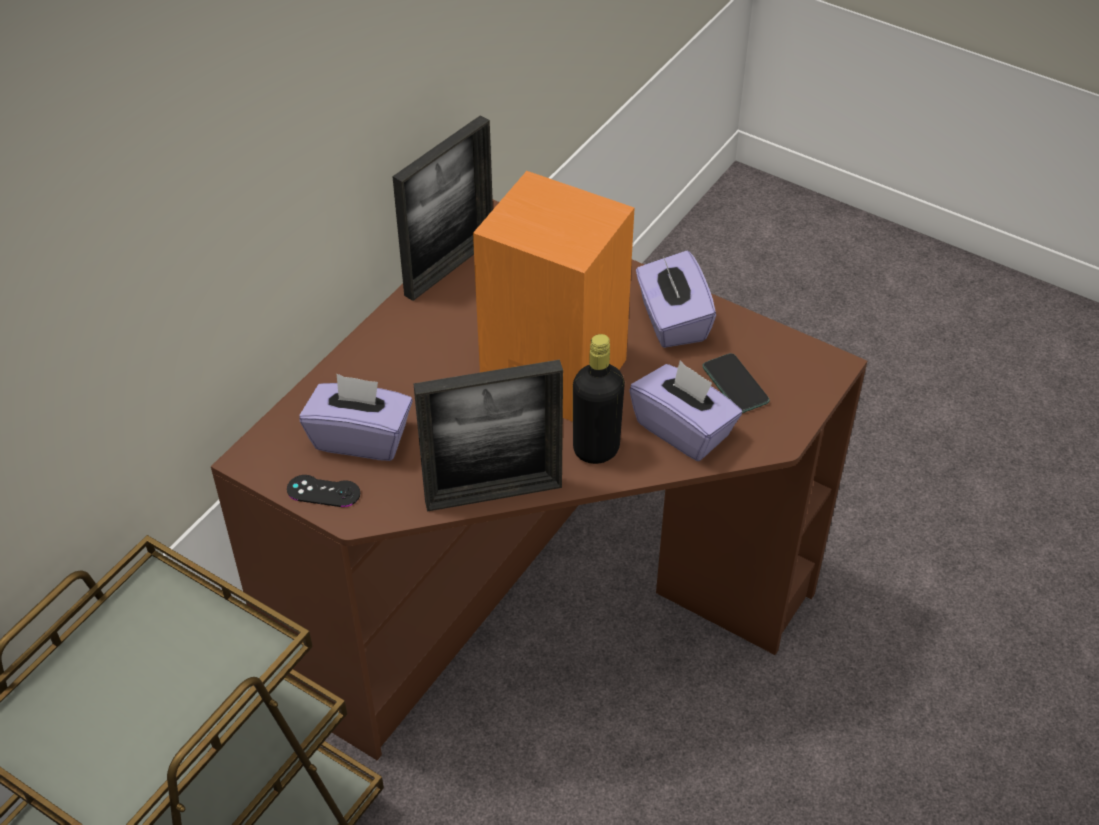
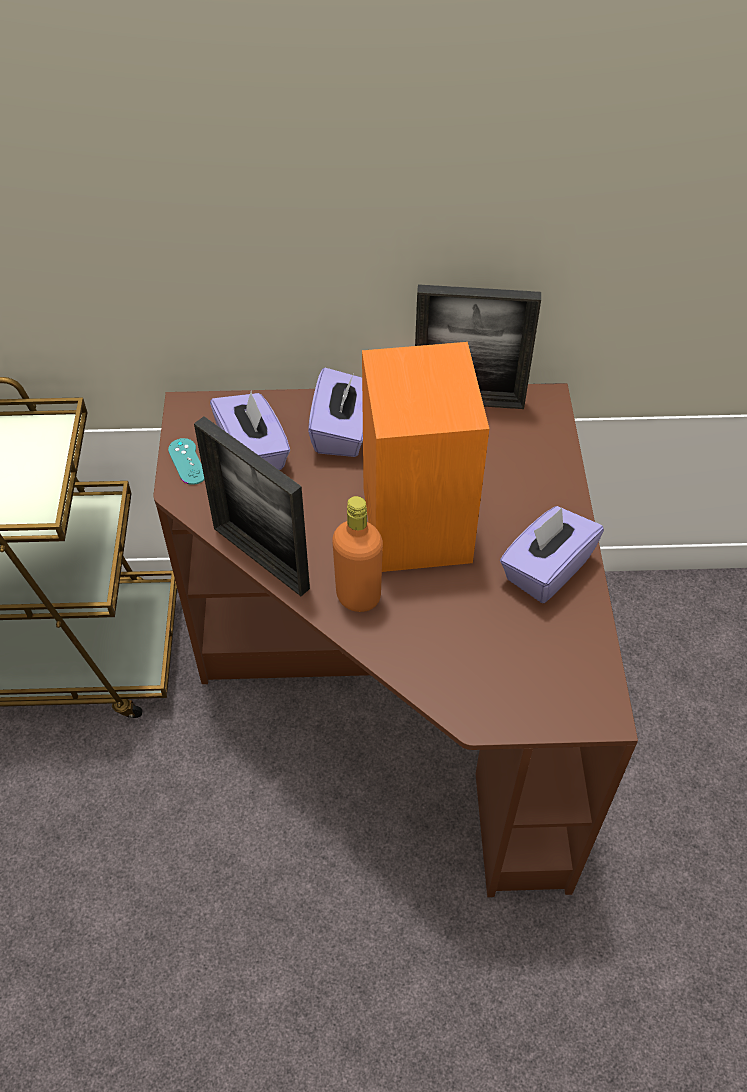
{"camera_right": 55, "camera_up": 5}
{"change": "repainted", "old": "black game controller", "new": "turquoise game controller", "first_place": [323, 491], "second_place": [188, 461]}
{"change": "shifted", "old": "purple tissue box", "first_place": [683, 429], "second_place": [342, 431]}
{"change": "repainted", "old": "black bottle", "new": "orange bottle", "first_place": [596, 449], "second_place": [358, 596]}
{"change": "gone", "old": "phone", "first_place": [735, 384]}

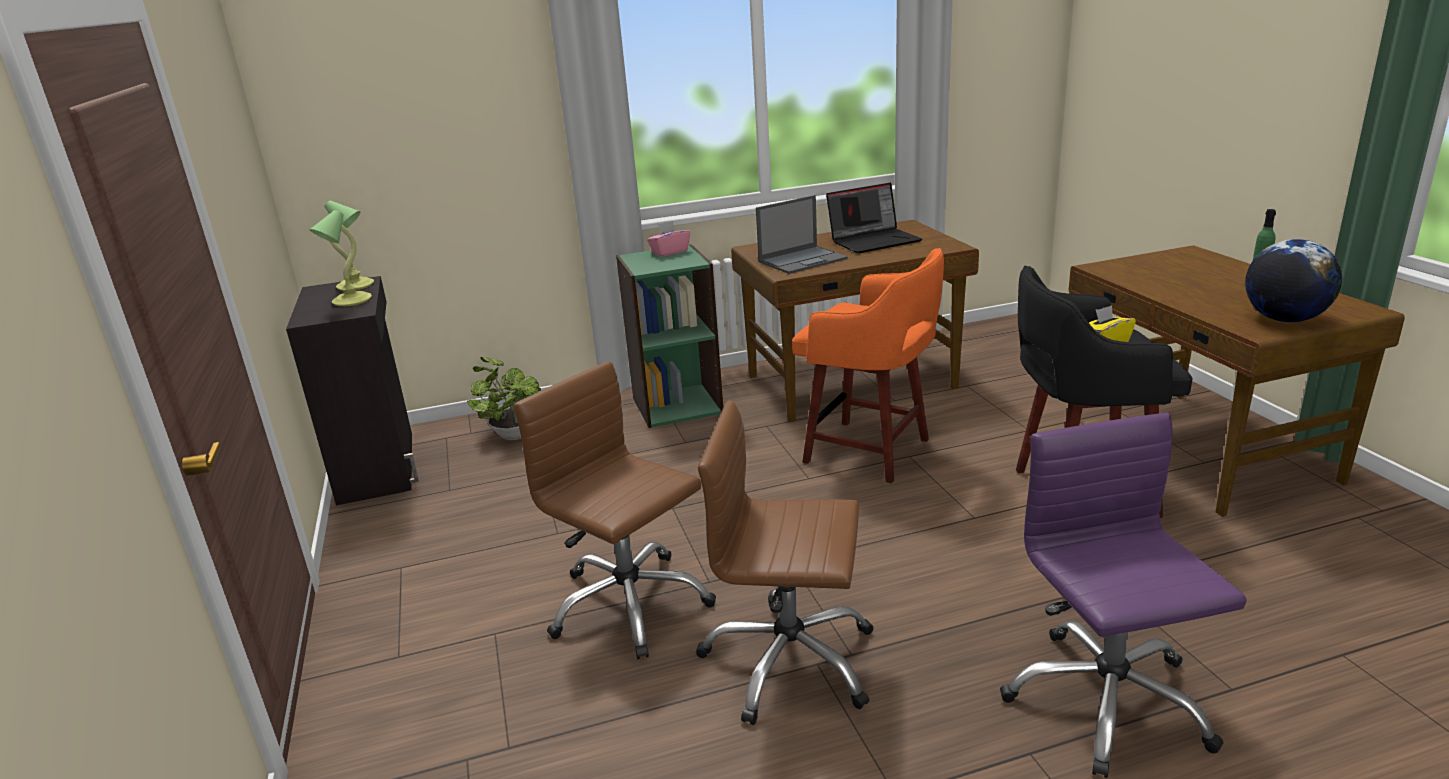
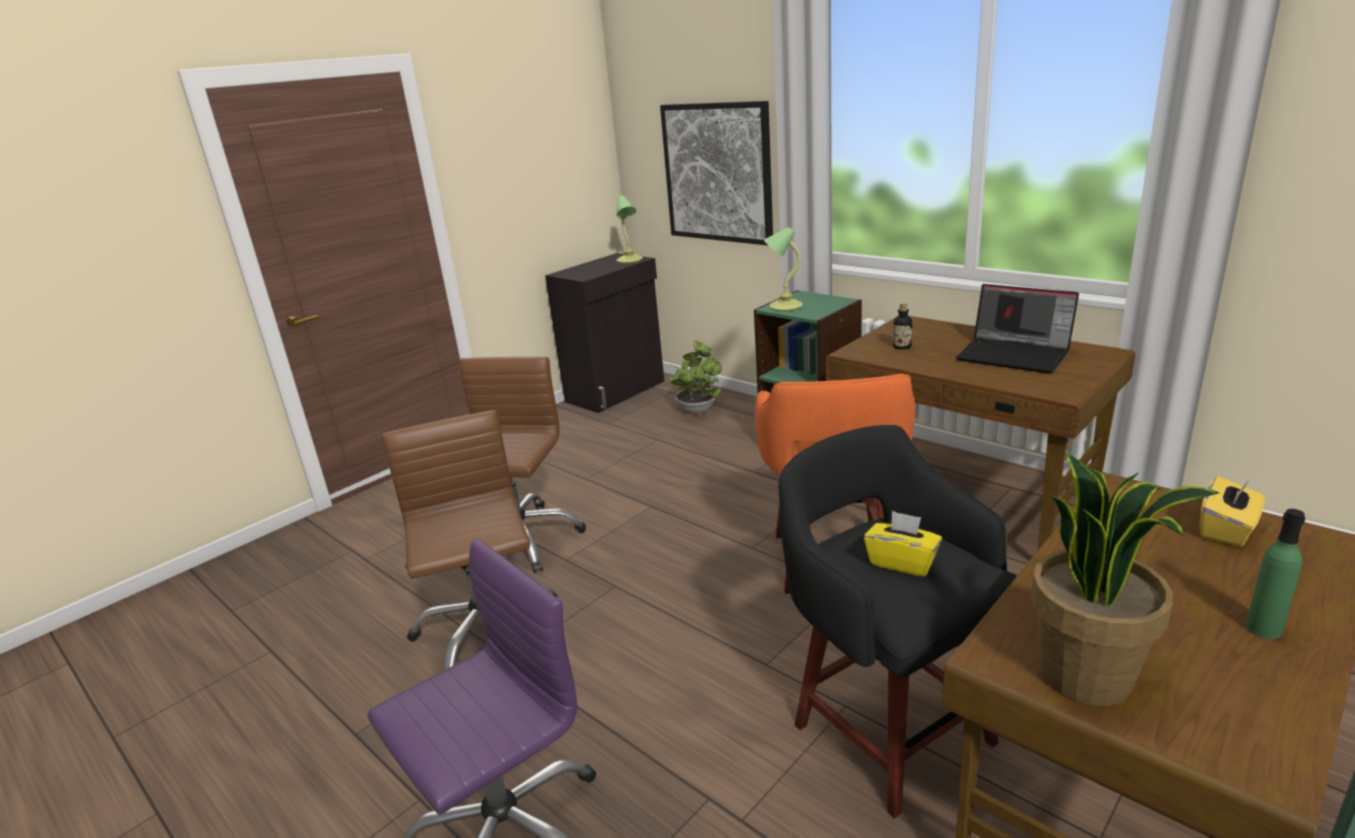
{"camera_right": 60, "camera_up": 0}
{"change": "new", "new": "picture", "second_place": [717, 173]}
{"change": "shifted", "old": "table lamp", "first_place": [350, 301], "second_place": [784, 306]}
{"change": "swapped", "old": "laptop", "new": "bottle", "first_place": [803, 260], "second_place": [902, 347]}
{"change": "swapped", "old": "globe", "new": "potted plant", "first_place": [1284, 319], "second_place": [1087, 675]}
{"change": "new", "new": "yellow tissue box", "second_place": [1227, 530]}
{"change": "gone", "old": "pink tissue box", "first_place": [669, 252]}

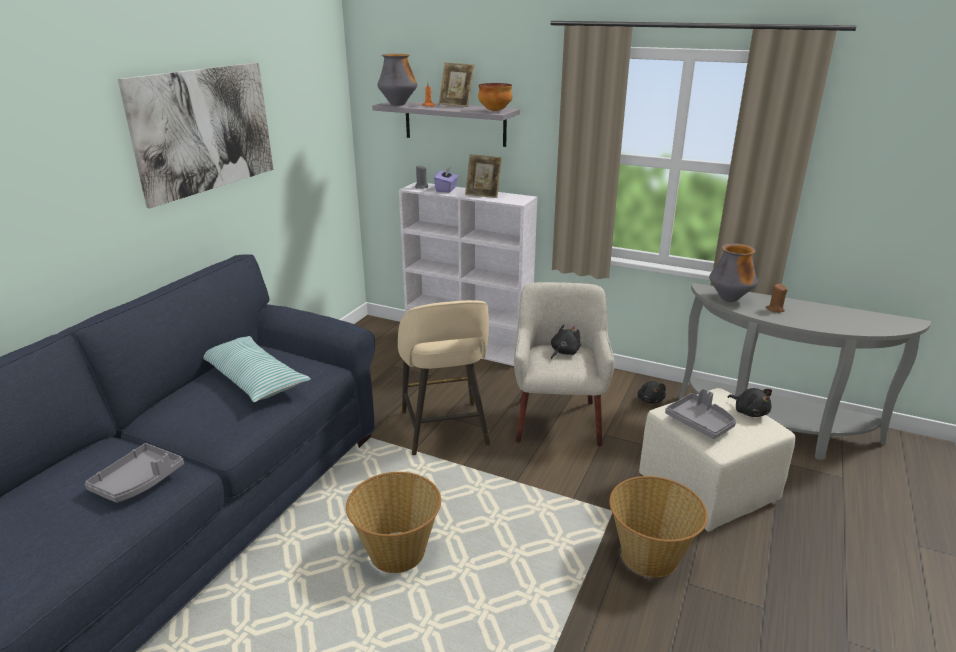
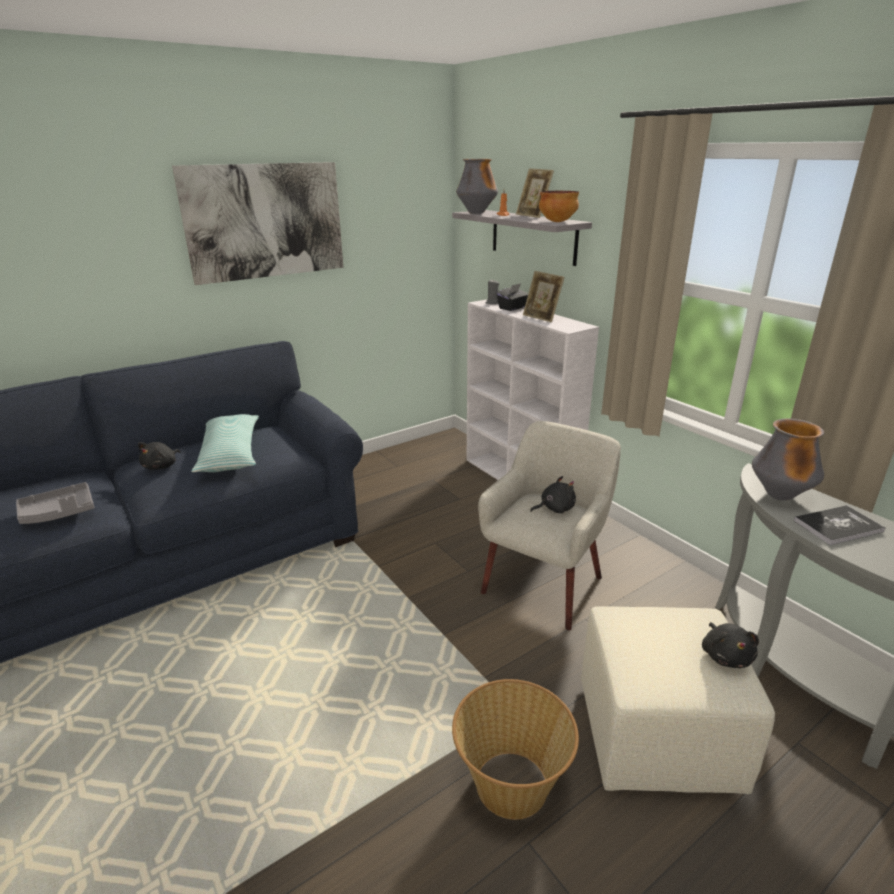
{"camera_right": 30, "camera_up": 0}
{"change": "shifted", "old": "black plush toy", "first_place": [650, 400], "second_place": [161, 466]}
{"change": "repainted", "old": "purple tissue box", "new": "black tissue box", "first_place": [446, 189], "second_place": [513, 308]}
{"change": "swapped", "old": "brown candle", "new": "book", "first_place": [775, 309], "second_place": [838, 526]}
{"change": "gone", "old": "basket", "first_place": [397, 551]}
{"change": "gone", "old": "beige stool", "first_place": [445, 430]}
{"change": "gone", "old": "grey tray", "first_place": [700, 422]}

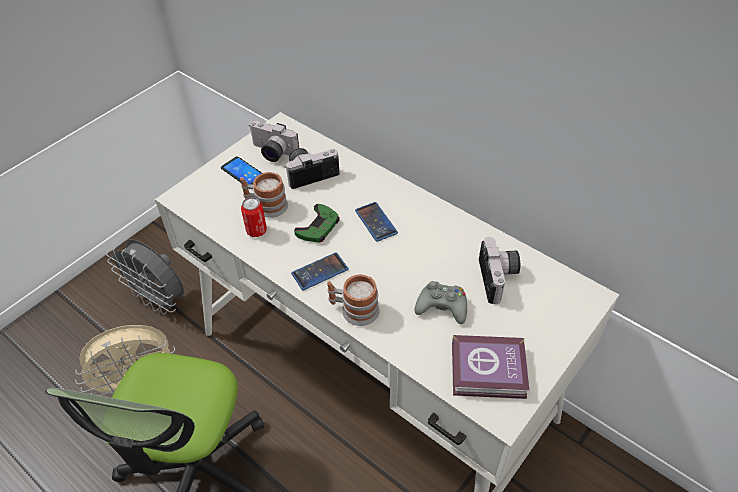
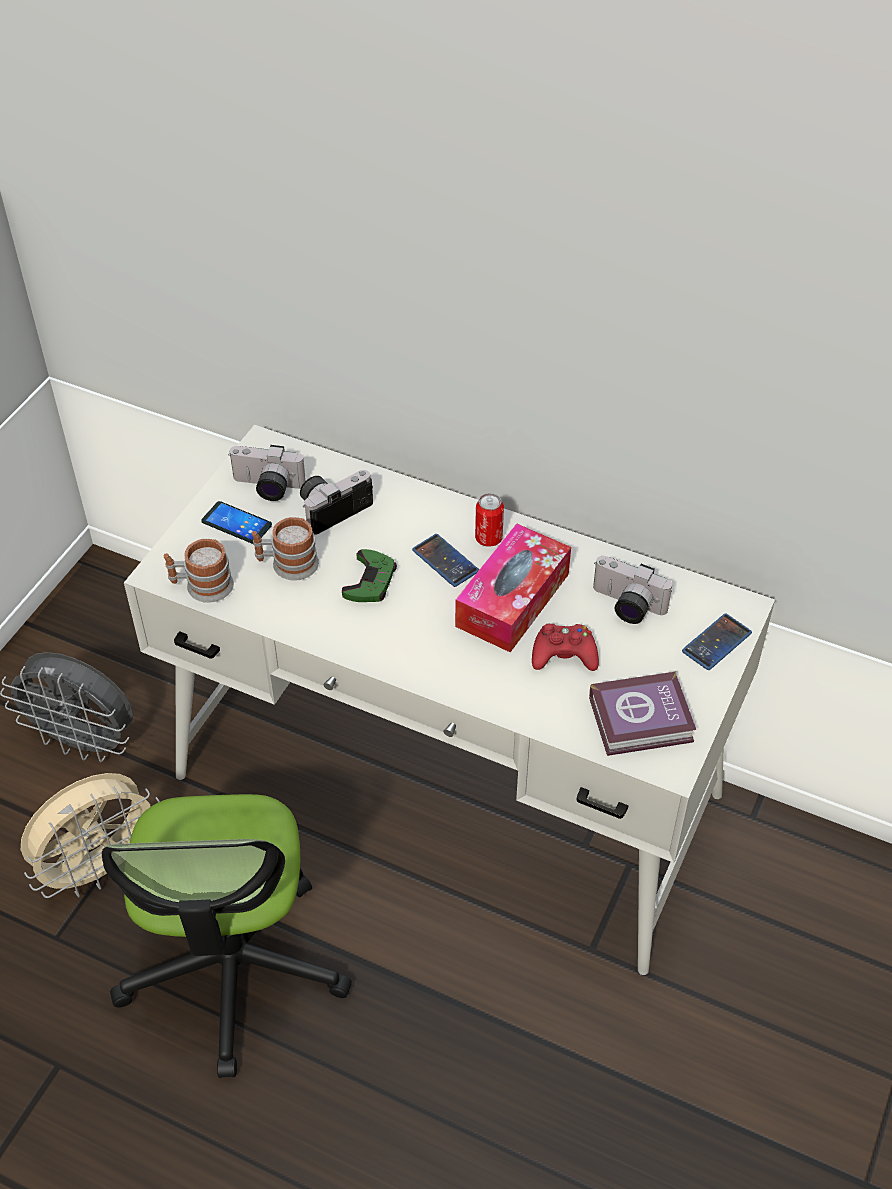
{"camera_right": -15, "camera_up": 0}
{"change": "shifted", "old": "mug", "first_place": [354, 310], "second_place": [202, 586]}
{"change": "new", "new": "tissue box", "second_place": [512, 600]}
{"change": "shifted", "old": "can", "first_place": [256, 231], "second_place": [488, 538]}
{"change": "repainted", "old": "grey game controller", "new": "red game controller", "first_place": [442, 306], "second_place": [564, 654]}
{"change": "rotated", "old": "photo camera", "first_place": [499, 278], "second_place": [625, 606], "degrees": 135}
{"change": "shifted", "old": "phone", "first_place": [320, 271], "second_place": [716, 642]}

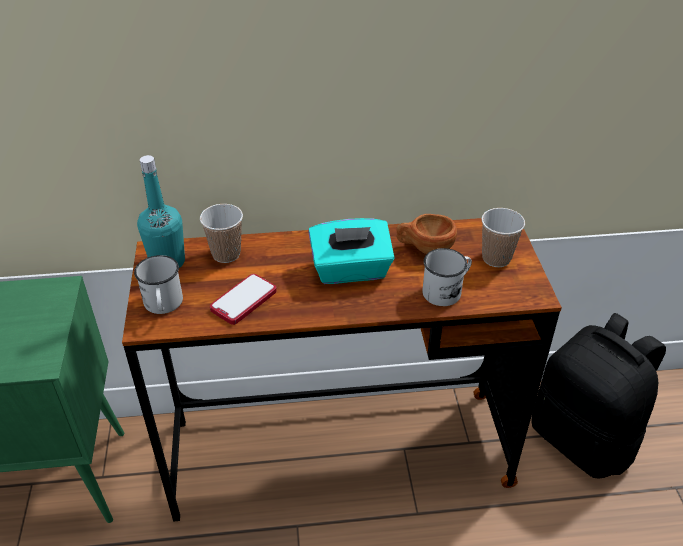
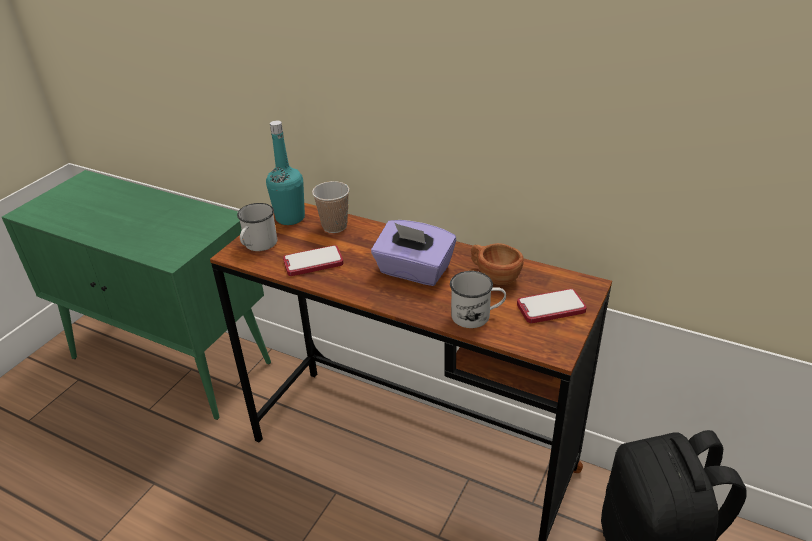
{"camera_right": 35, "camera_up": -5}
{"change": "repainted", "old": "turquoise tissue box", "new": "purple tissue box", "first_place": [351, 271], "second_place": [414, 271]}
{"change": "swapped", "old": "cup", "new": "phone", "first_place": [496, 258], "second_place": [551, 308]}

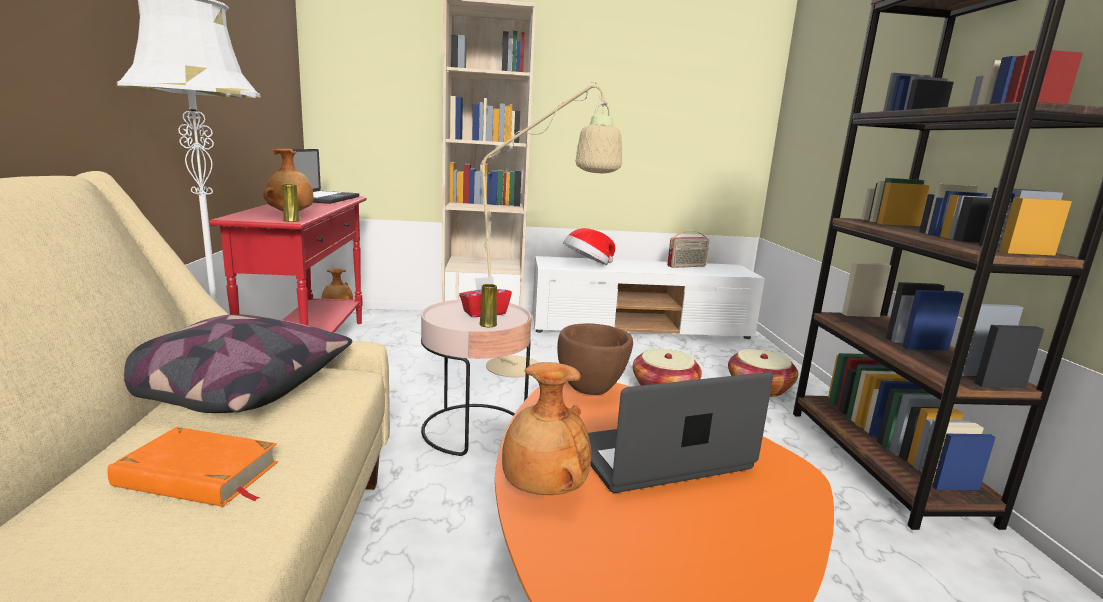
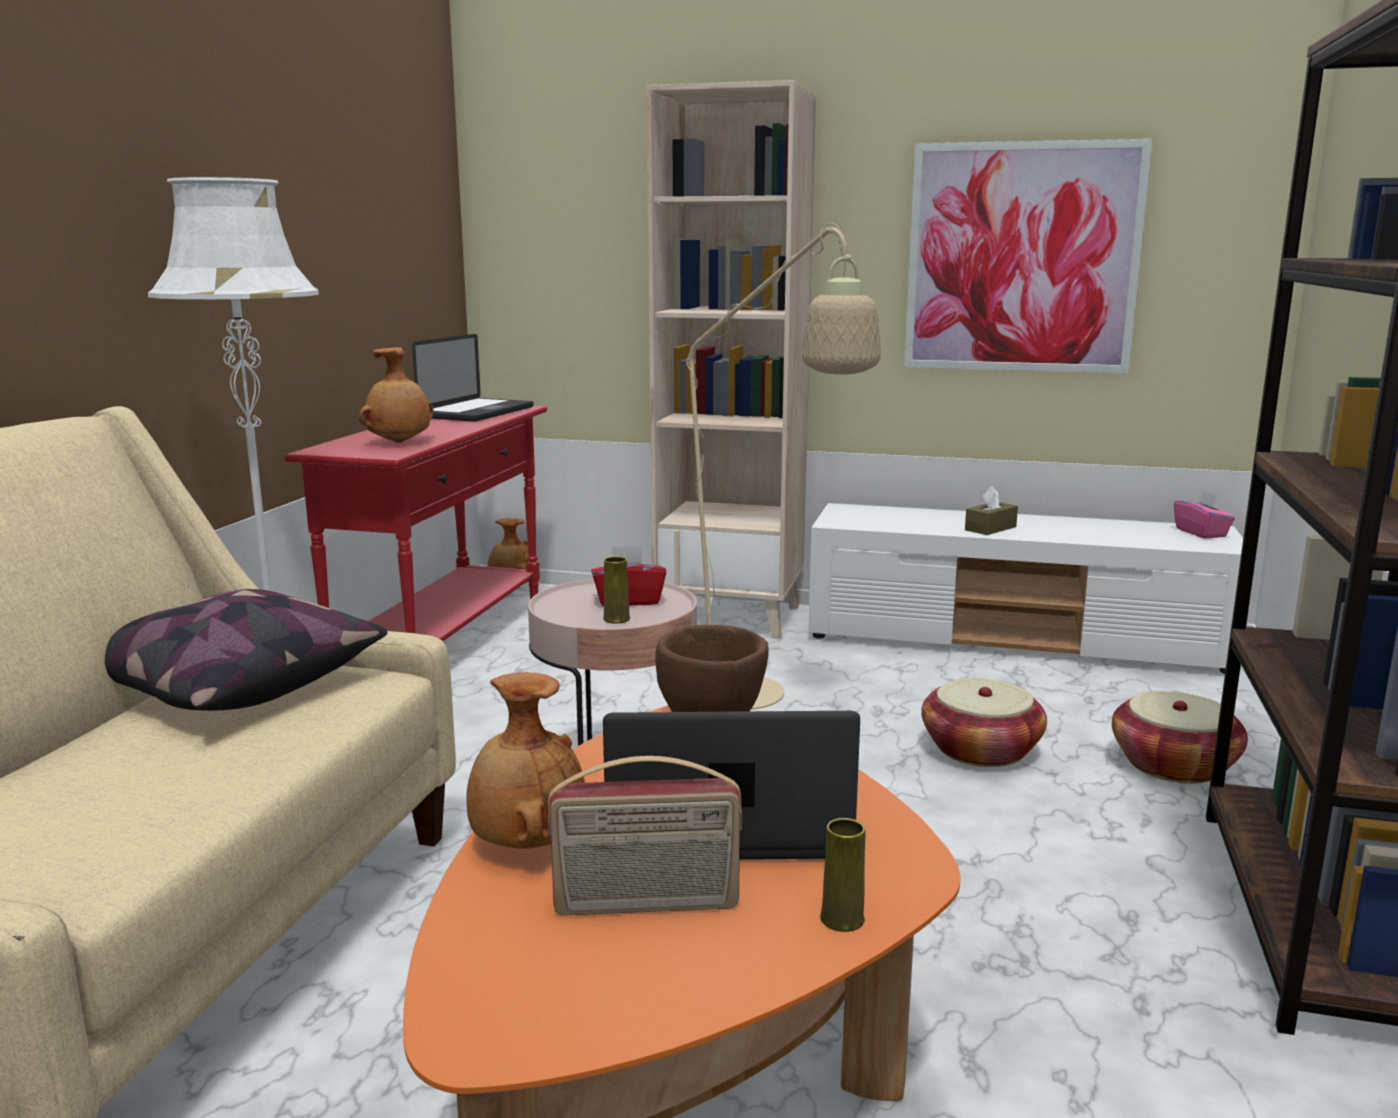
{"camera_right": 20, "camera_up": 0}
{"change": "shifted", "old": "radio", "first_place": [687, 266], "second_place": [646, 904]}
{"change": "shifted", "old": "yellow vase", "first_place": [291, 220], "second_place": [842, 919]}
{"change": "new", "new": "picture", "second_place": [1021, 258]}
{"change": "new", "new": "brown tissue box", "second_place": [990, 528]}
{"change": "new", "new": "pink tissue box", "second_place": [1201, 533]}
{"change": "gone", "old": "orange book", "first_place": [198, 475]}
{"change": "gone", "old": "hat", "first_place": [587, 265]}

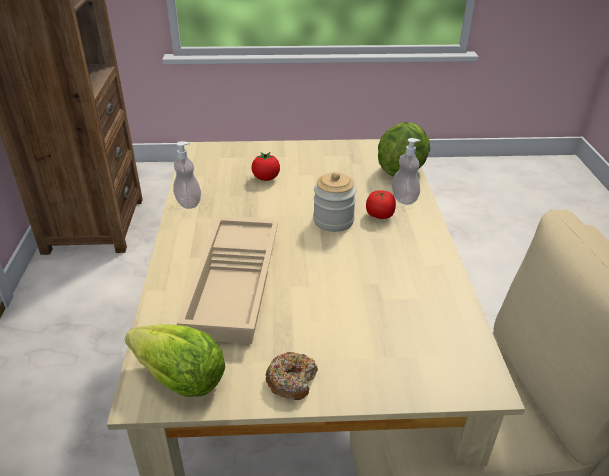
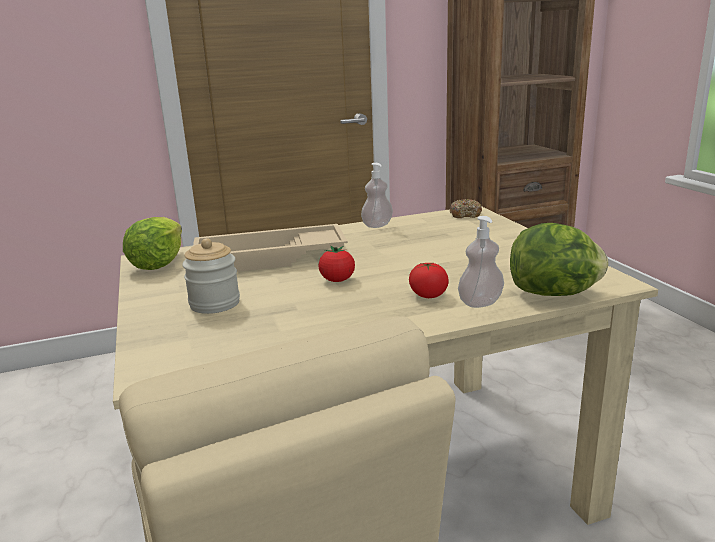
{"camera_right": 75, "camera_up": -15}
{"change": "shifted", "old": "jar", "first_place": [333, 221], "second_place": [215, 304]}
{"change": "shifted", "old": "tomato", "first_place": [266, 178], "second_place": [337, 280]}
{"change": "shifted", "old": "donut", "first_place": [292, 381], "second_place": [465, 214]}

